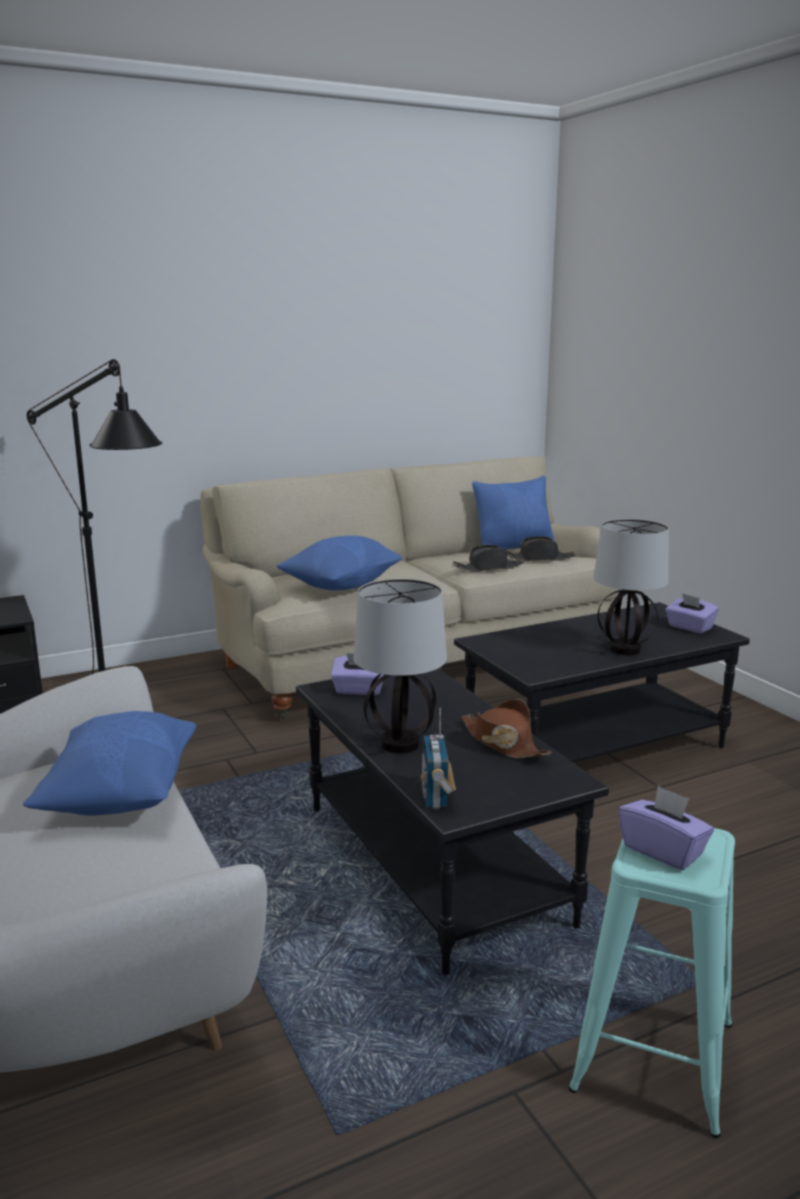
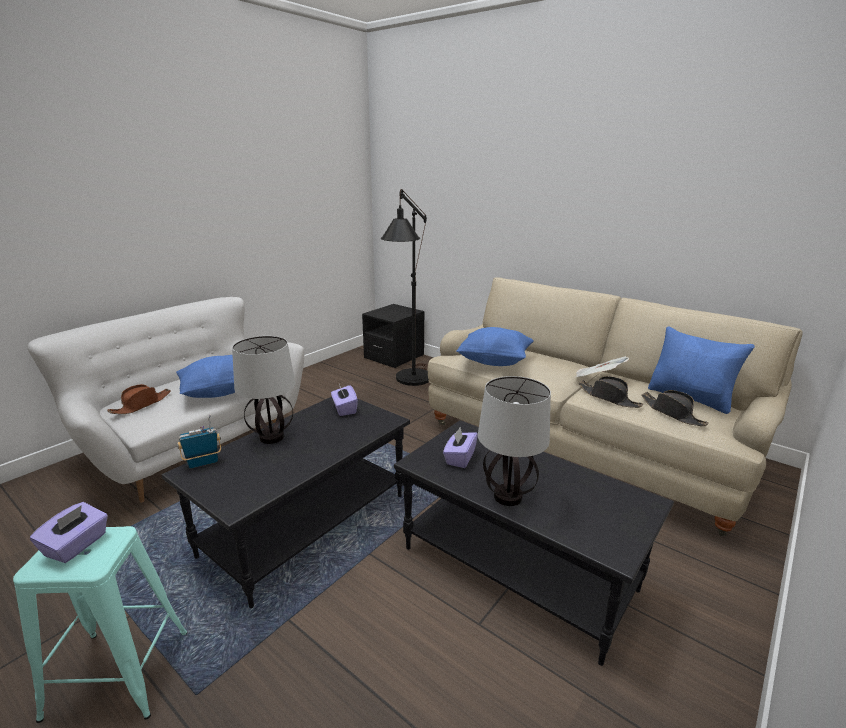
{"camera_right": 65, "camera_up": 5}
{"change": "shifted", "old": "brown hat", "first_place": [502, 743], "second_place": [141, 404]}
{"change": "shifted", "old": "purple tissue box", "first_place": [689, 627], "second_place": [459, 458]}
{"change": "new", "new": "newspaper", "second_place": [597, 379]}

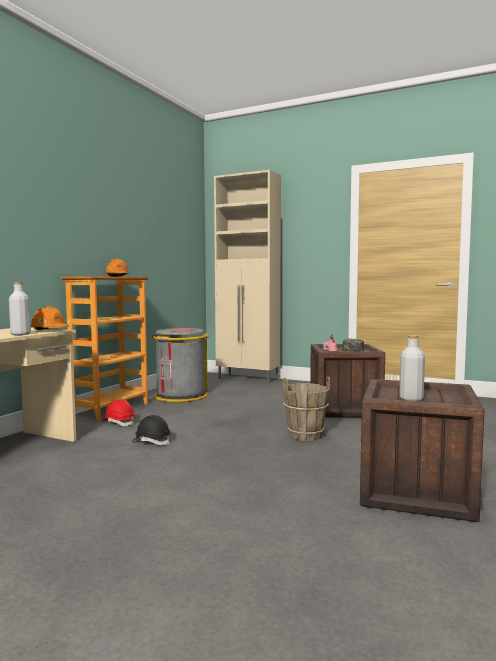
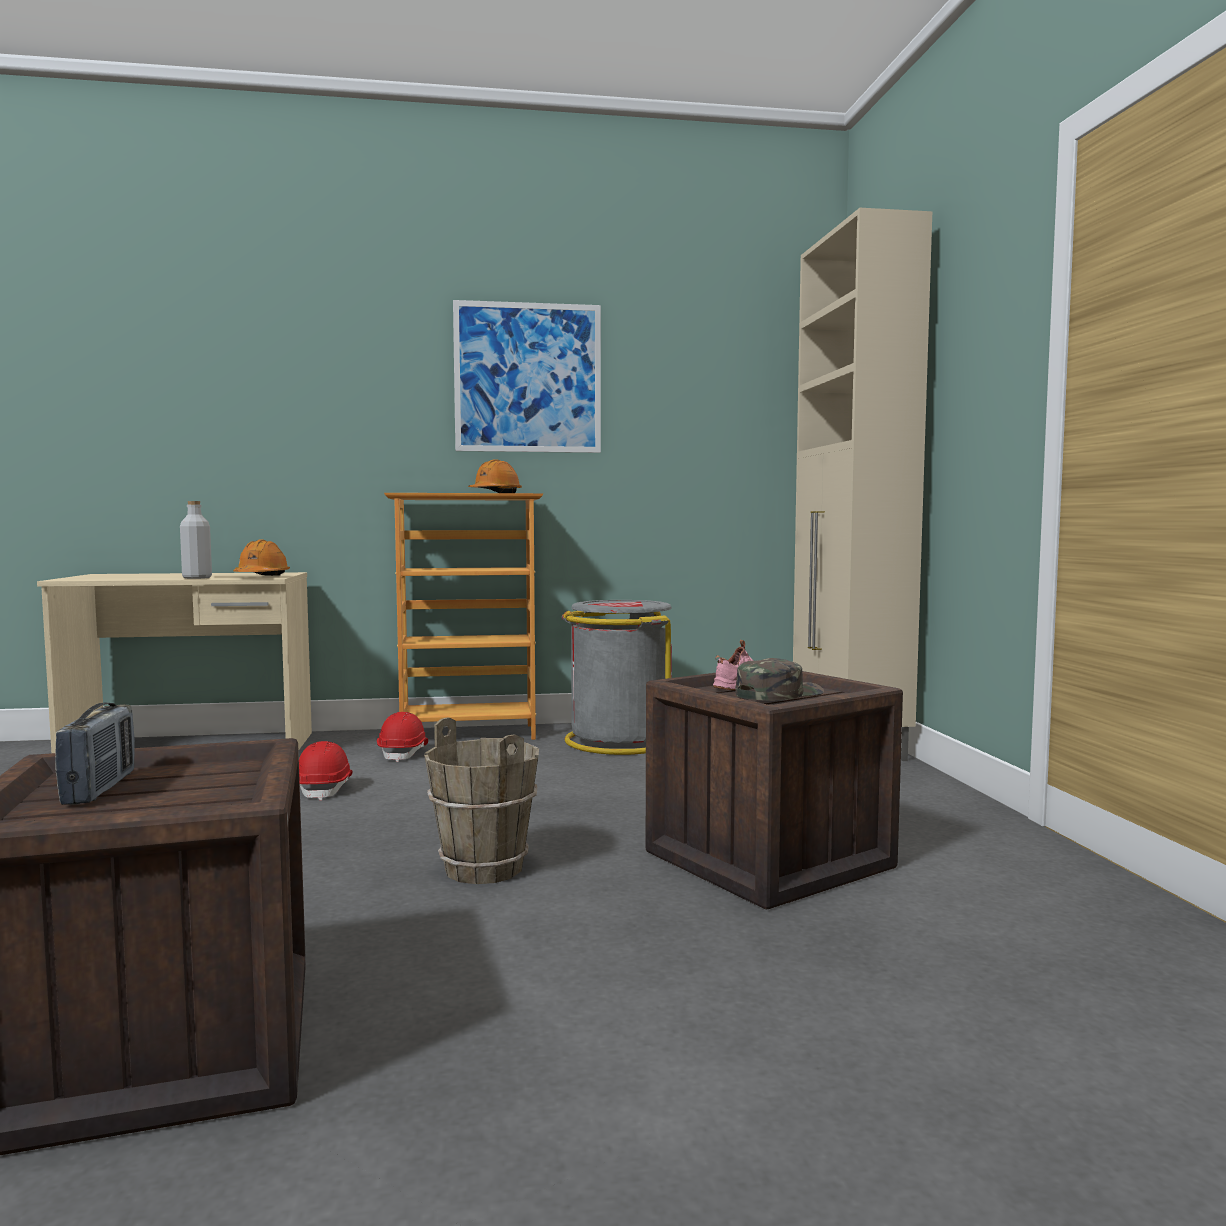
{"camera_right": 55, "camera_up": 0}
{"change": "swapped", "old": "grey bottle", "new": "radio", "first_place": [411, 399], "second_place": [100, 789]}
{"change": "repainted", "old": "black hard hat", "new": "red hard hat", "first_place": [151, 442], "second_place": [324, 789]}
{"change": "new", "new": "picture", "second_place": [528, 378]}

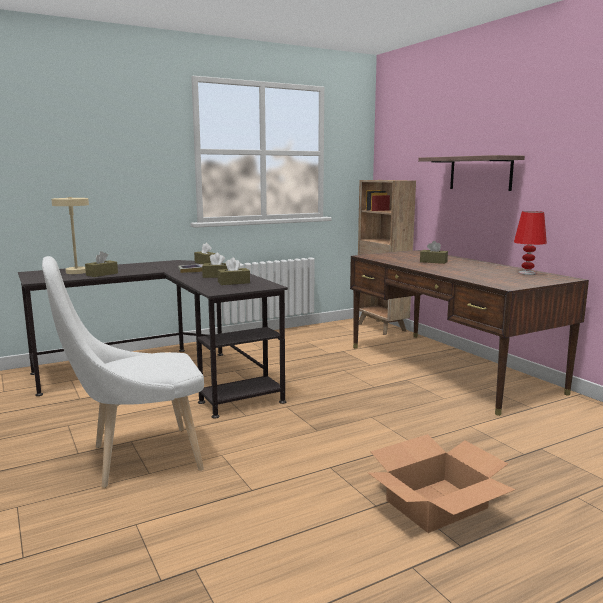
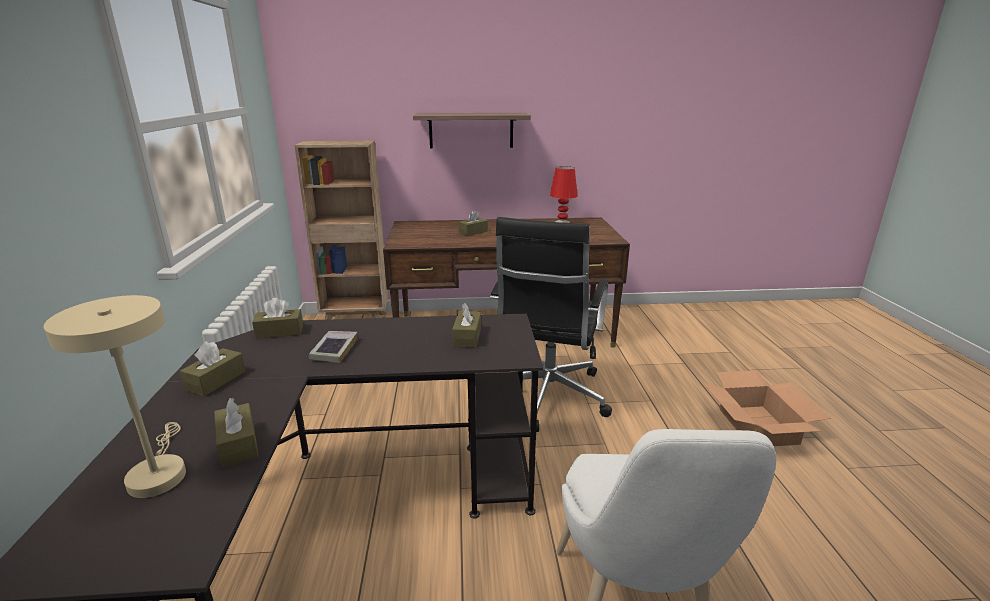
{"camera_right": -65, "camera_up": 10}
{"change": "shifted", "old": "brown tissue box", "first_place": [217, 276], "second_place": [216, 380]}
{"change": "new", "new": "black office chair", "second_place": [546, 397]}

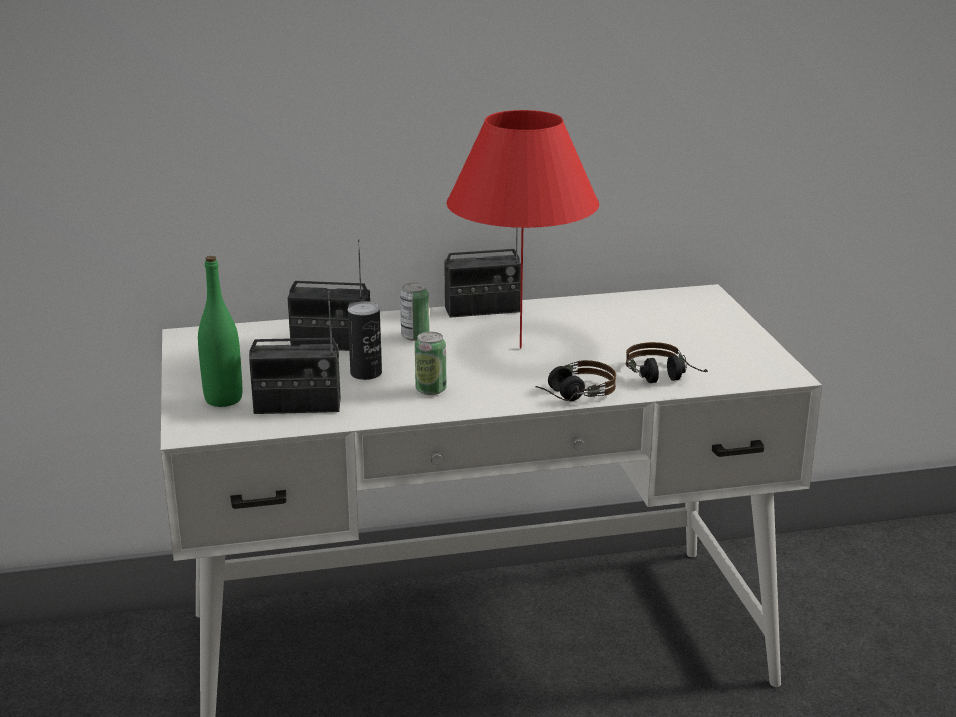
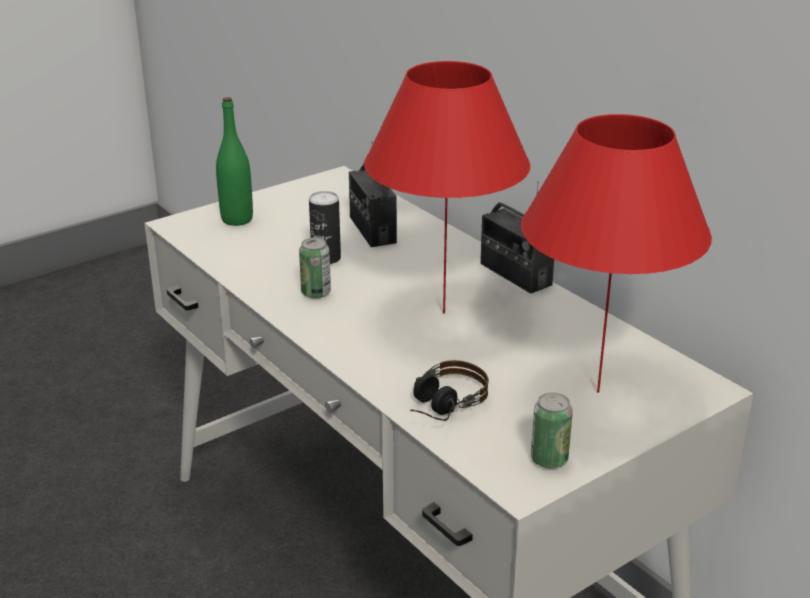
{"camera_right": 65, "camera_up": 5}
{"change": "new", "new": "red table lamp", "second_place": [597, 392]}
{"change": "shifted", "old": "can", "first_place": [415, 336], "second_place": [549, 459]}
{"change": "gone", "old": "radio", "first_place": [297, 406]}
{"change": "gone", "old": "headphones", "first_place": [569, 396]}

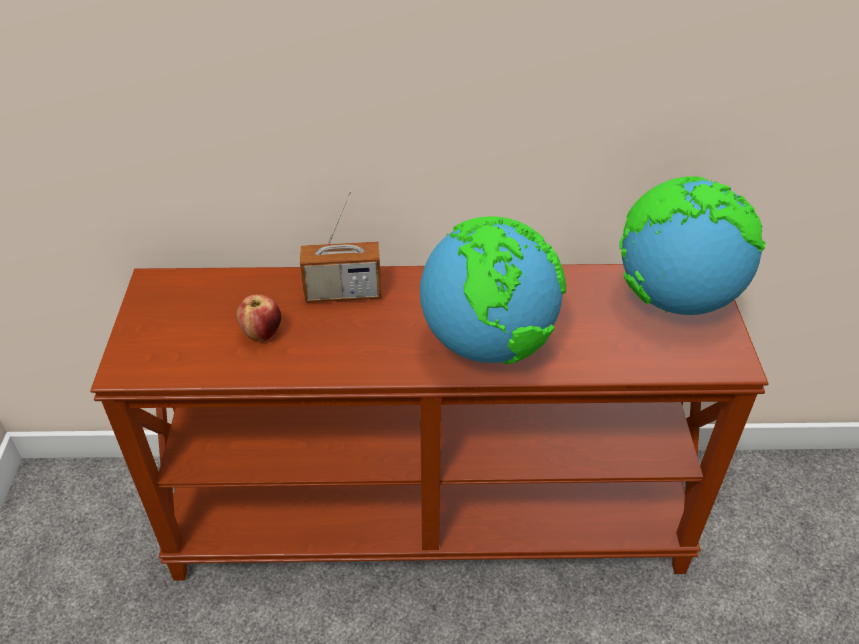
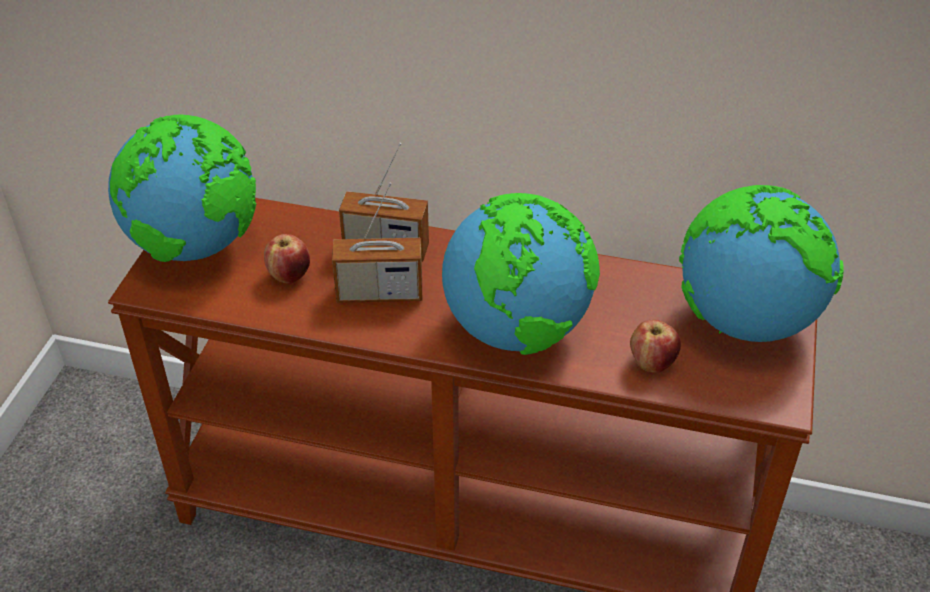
{"camera_right": 15, "camera_up": 0}
{"change": "new", "new": "globe", "second_place": [196, 246]}
{"change": "new", "new": "radio", "second_place": [379, 293]}
{"change": "new", "new": "apple", "second_place": [652, 363]}

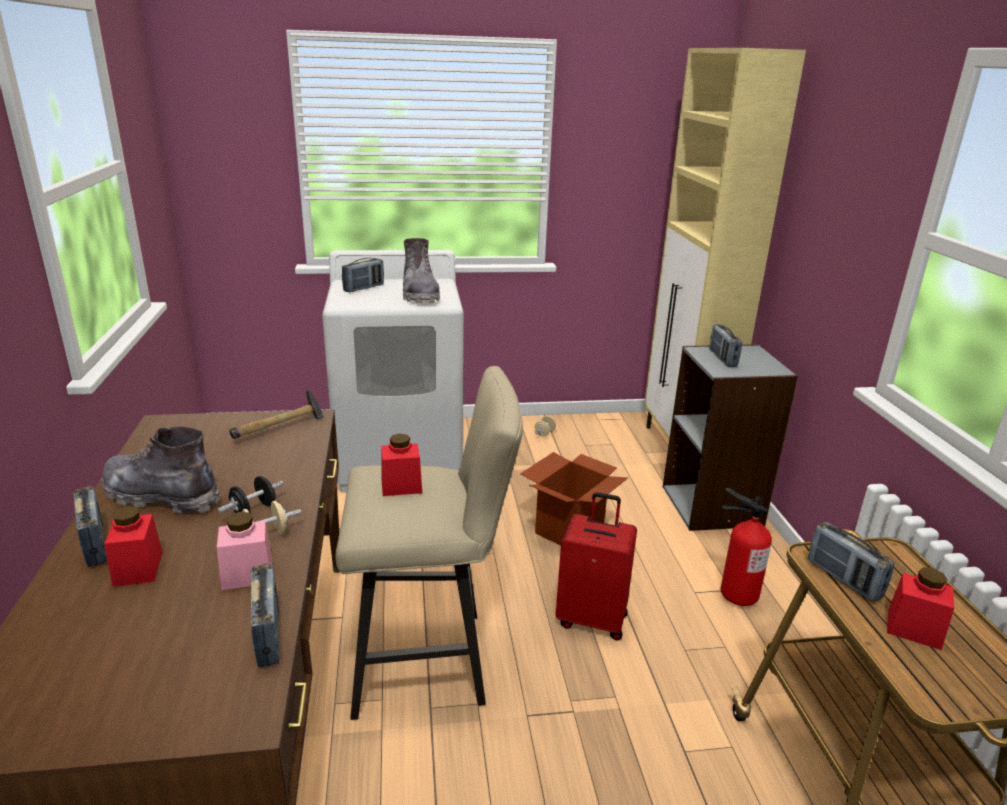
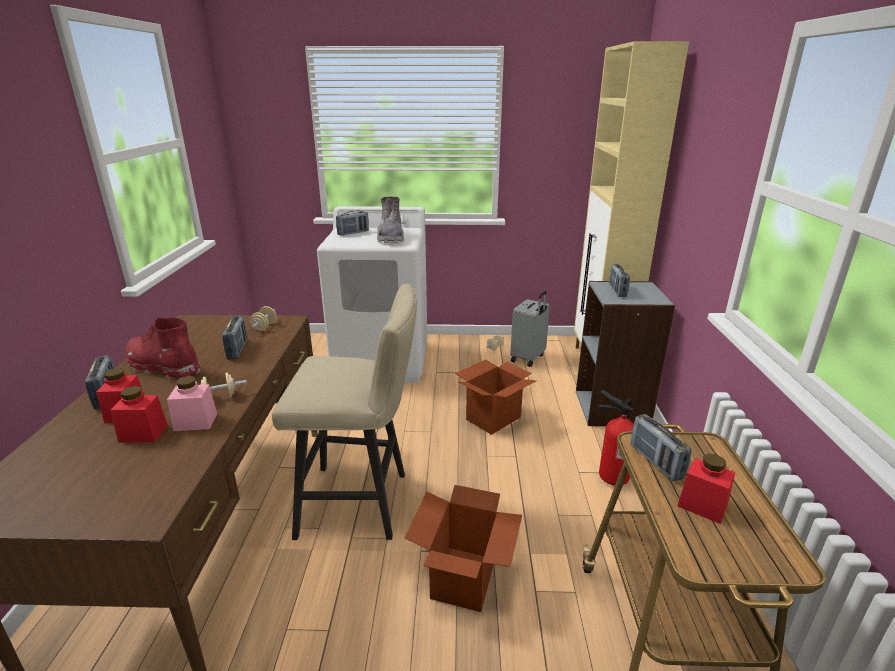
{"camera_right": 10, "camera_up": 0}
{"change": "shifted", "old": "red jar", "first_place": [401, 486], "second_place": [143, 433]}
{"change": "repainted", "old": "grey boot", "new": "red boot", "first_place": [162, 496], "second_place": [164, 367]}
{"change": "shifted", "old": "radio", "first_place": [268, 634], "second_place": [237, 349]}
{"change": "swapped", "old": "hammer", "new": "beige dumbbell", "first_place": [280, 428], "second_place": [264, 327]}
{"change": "new", "new": "cardboard box", "second_place": [463, 579]}
{"change": "new", "new": "grey suitcase", "second_place": [528, 358]}
{"change": "gone", "old": "black dumbbell", "first_place": [254, 510]}
{"change": "gone", "old": "red suitcase", "first_place": [592, 619]}

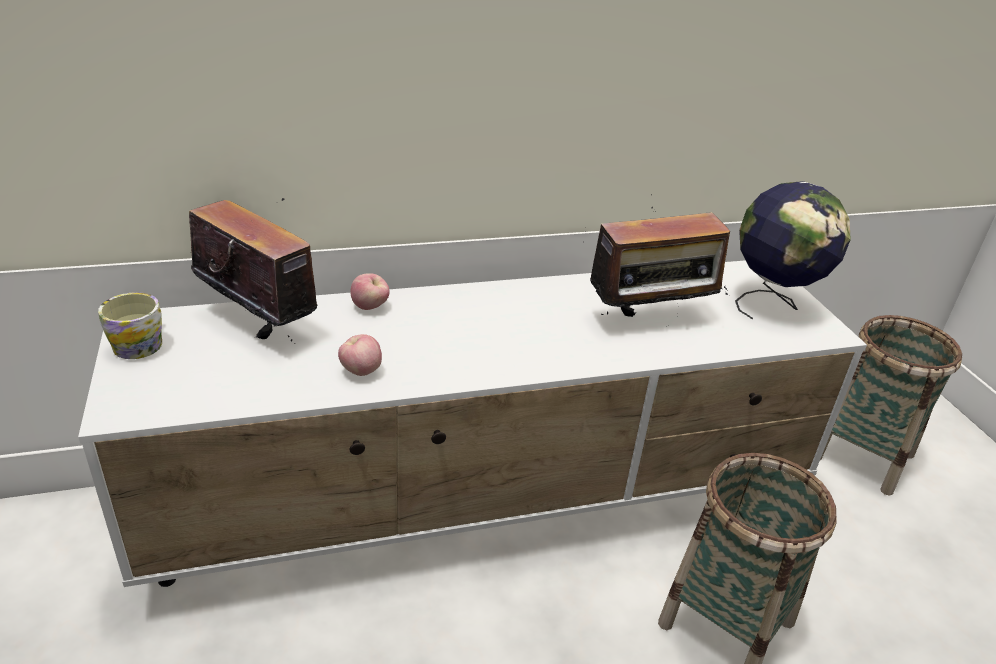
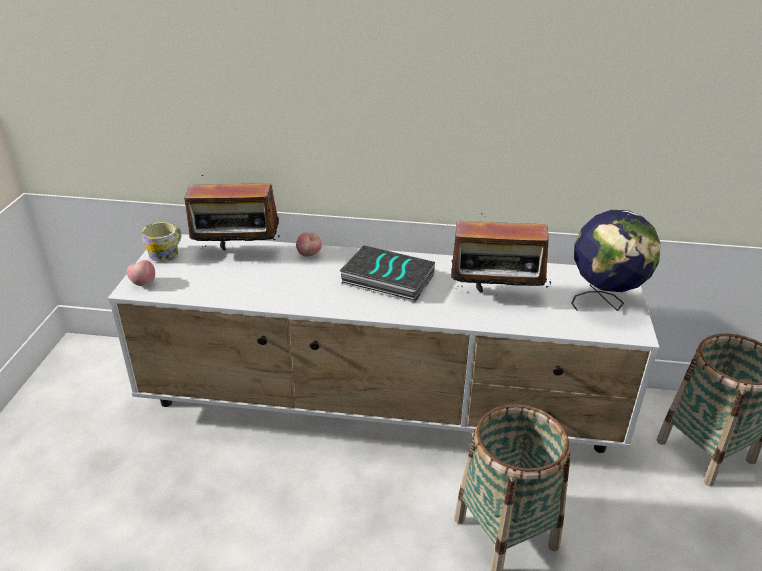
{"camera_right": 25, "camera_up": 0}
{"change": "shifted", "old": "apple", "first_place": [360, 371], "second_place": [143, 283]}
{"change": "rotated", "old": "radio", "first_place": [260, 324], "second_place": [237, 253], "degrees": 120}
{"change": "new", "new": "book", "second_place": [386, 280]}

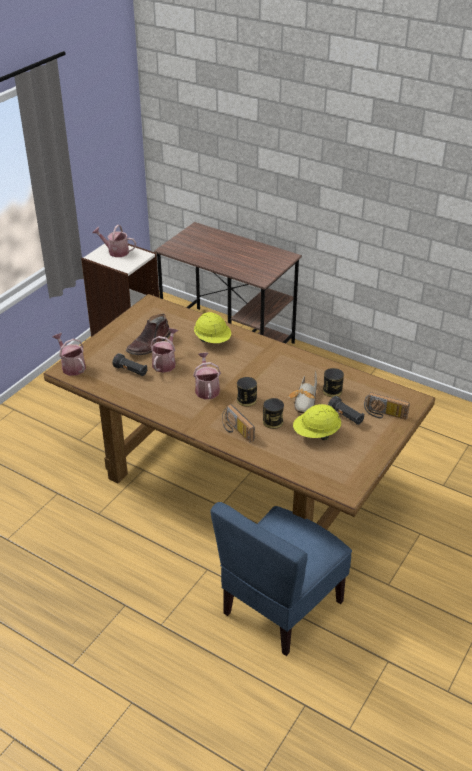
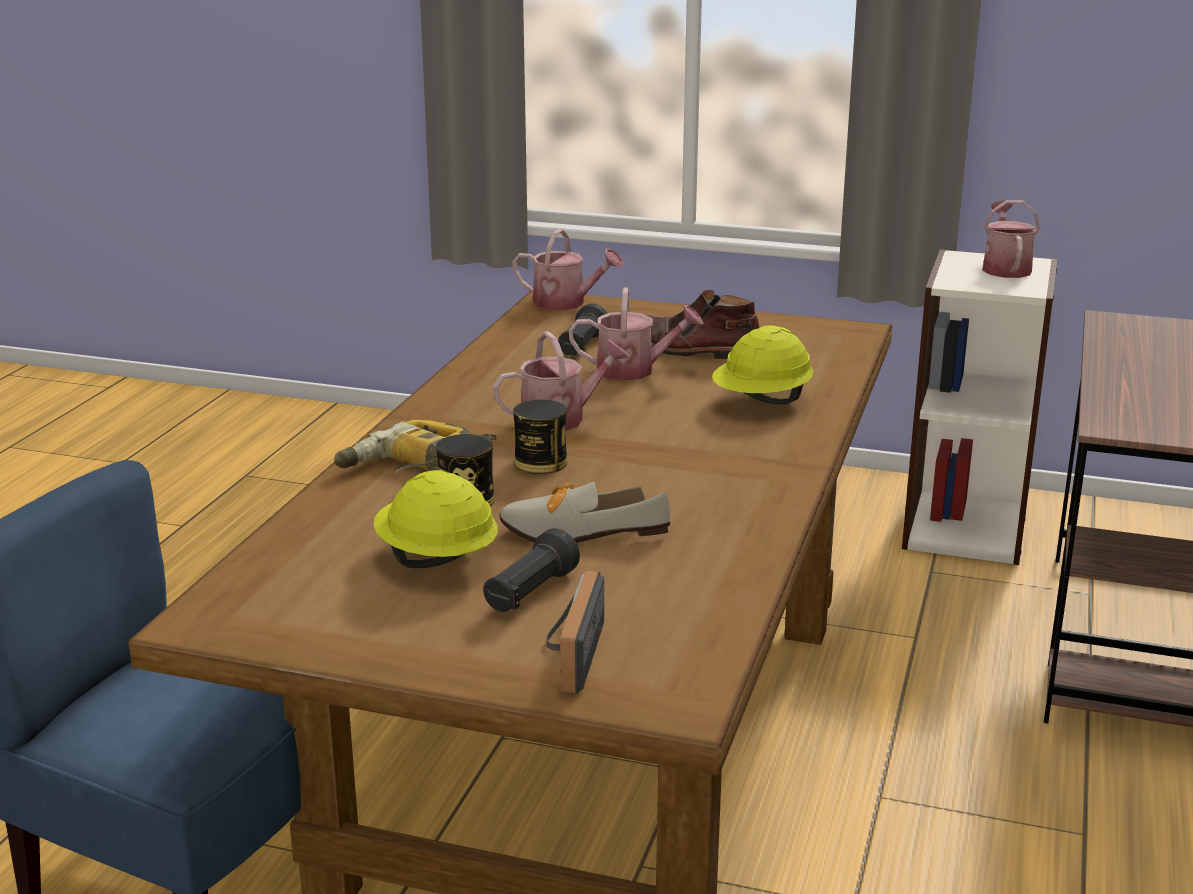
{"camera_right": 75, "camera_up": -15}
{"change": "swapped", "old": "radio", "new": "power drill", "first_place": [235, 431], "second_place": [414, 464]}
{"change": "rotated", "old": "watering can", "first_place": [71, 366], "second_place": [566, 303], "degrees": 75}
{"change": "gone", "old": "can", "first_place": [332, 391]}

